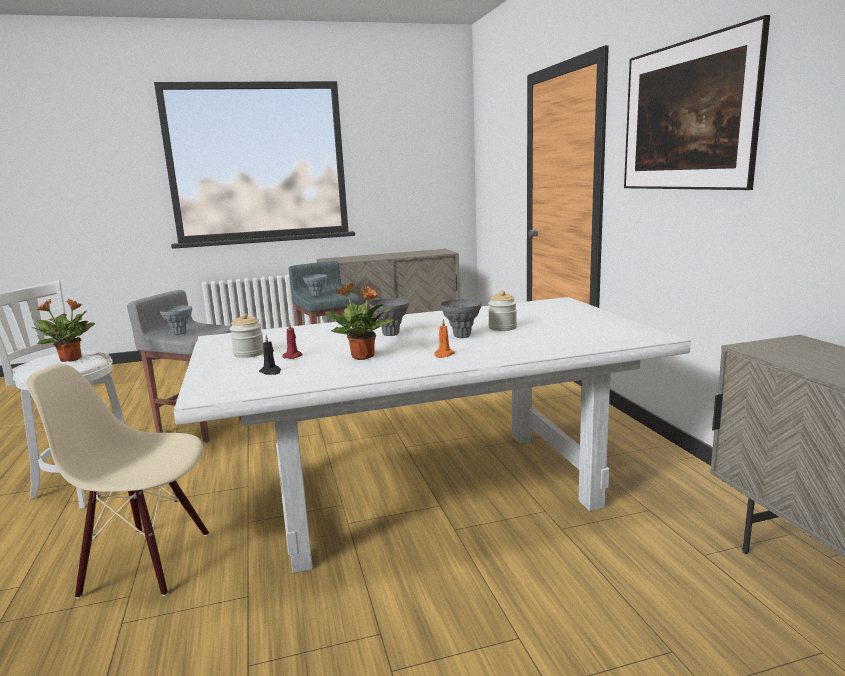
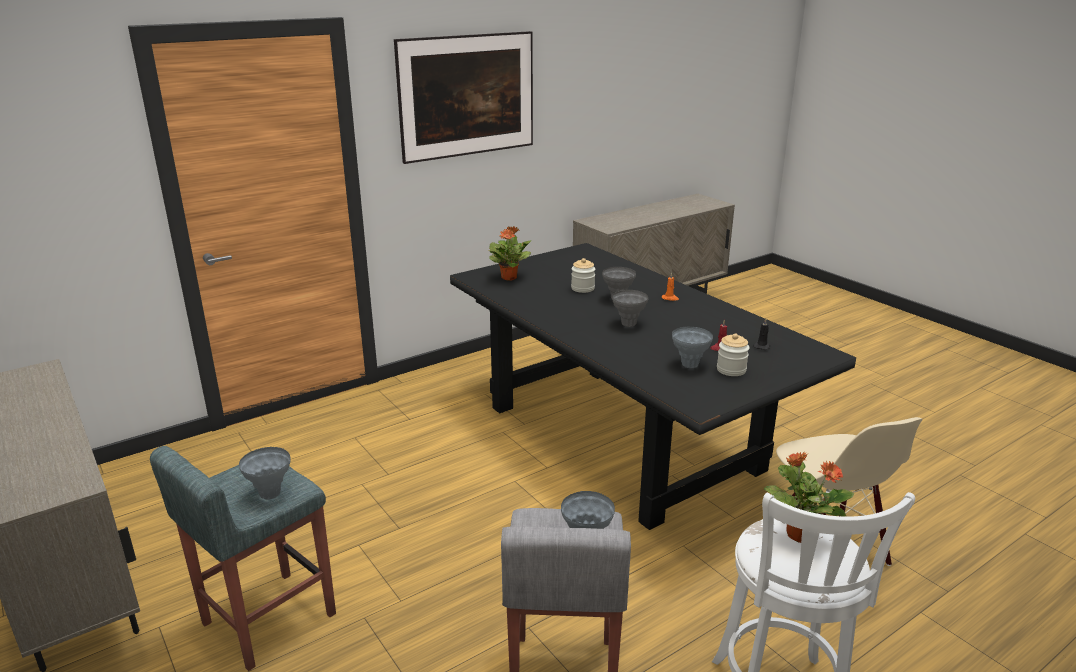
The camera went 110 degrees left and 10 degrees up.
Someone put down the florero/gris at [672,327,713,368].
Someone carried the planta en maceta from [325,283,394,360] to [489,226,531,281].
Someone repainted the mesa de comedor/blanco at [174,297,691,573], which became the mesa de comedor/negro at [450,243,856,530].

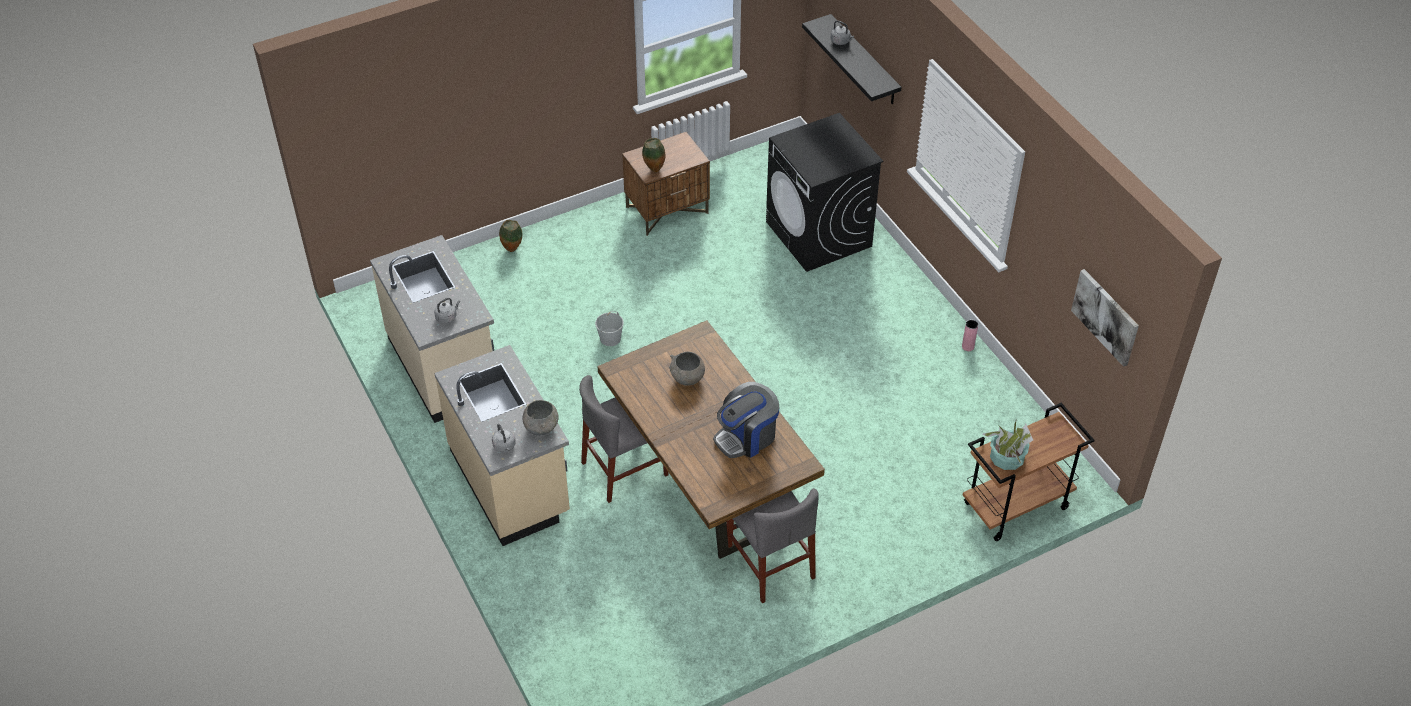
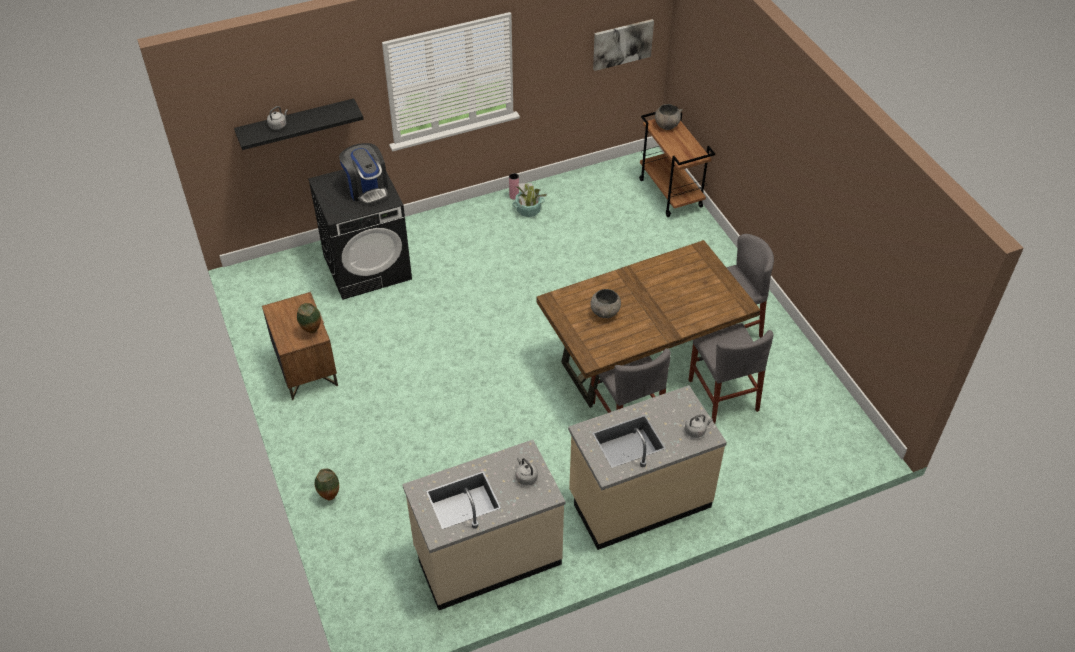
The camera went 85 degrees left and 0 degrees up.
Someone took away the cubo/blanco at [595,311,624,346].
Someone put down the silla/gris at [689,323,773,424].
Someone carried the cuenco/gris from [523,400,559,436] to [655,104,682,130].
Someone carried the cafetera from [713,382,779,458] to [339,143,388,205].
Someone carried the planta en maceta from [983,421,1033,470] to [512,183,548,217].

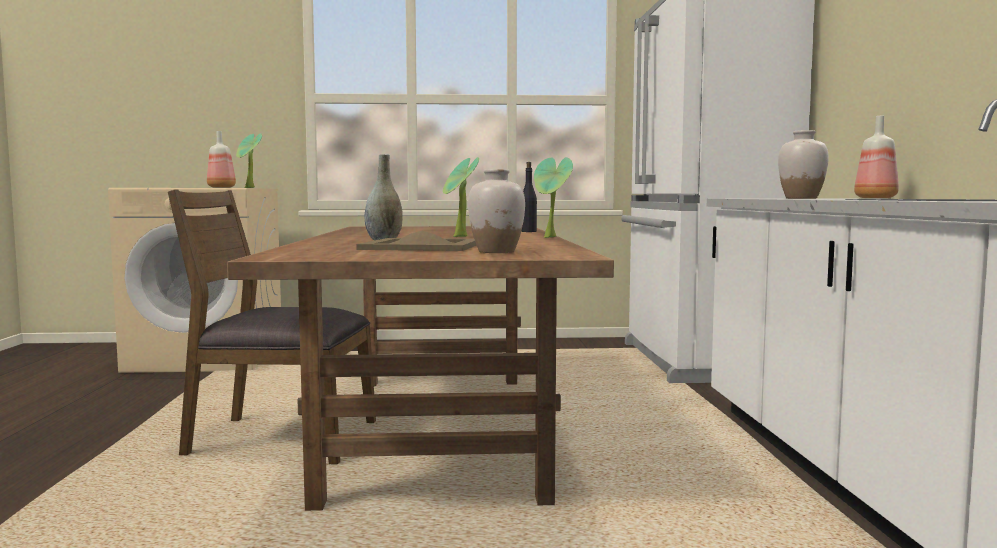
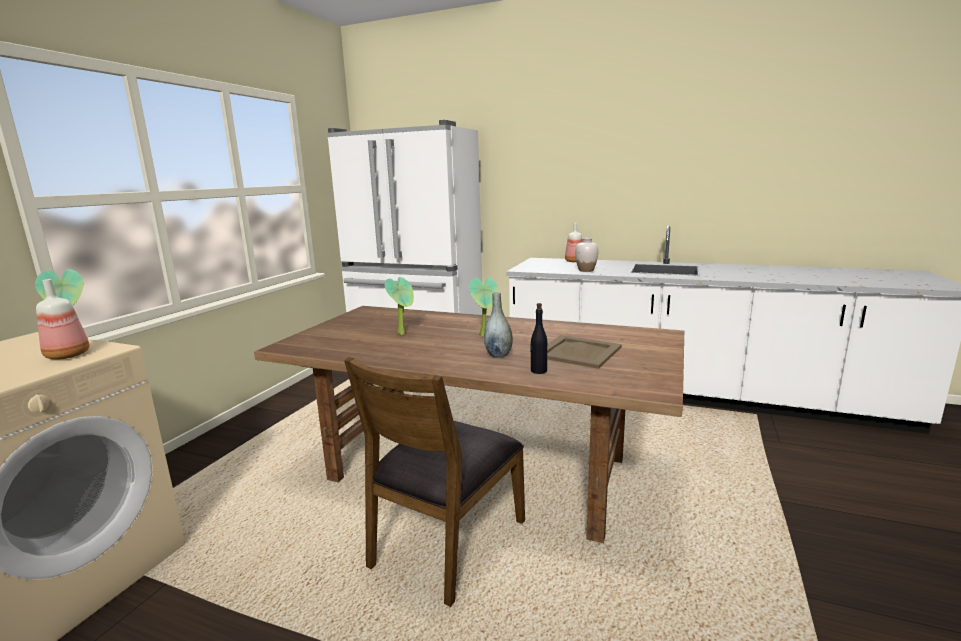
The camera went 65 degrees left and 10 degrees up.
Someone took away the florero/blanco at [468,169,525,253].
Someone carried the botella/negro from [521,162,537,232] to [530,303,547,374].
Someone carried the planta en maceta from [534,157,573,238] to [384,277,414,335].

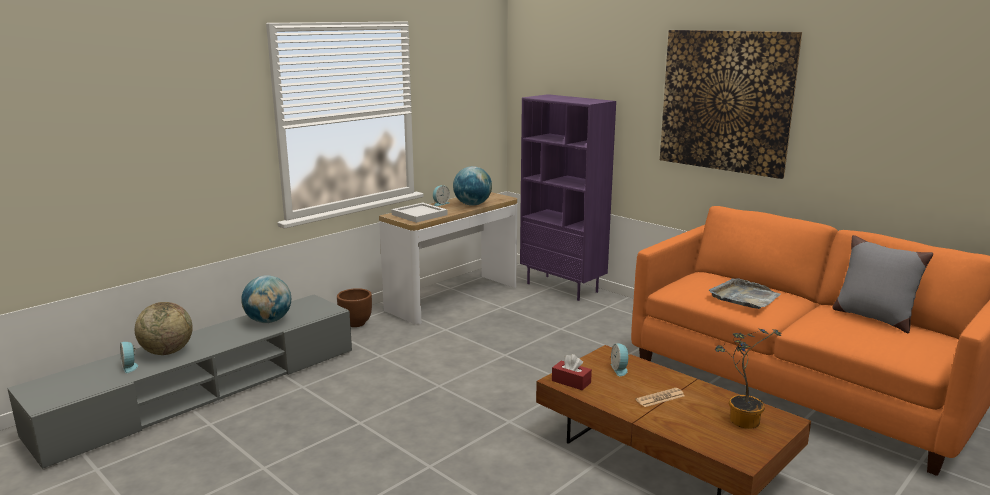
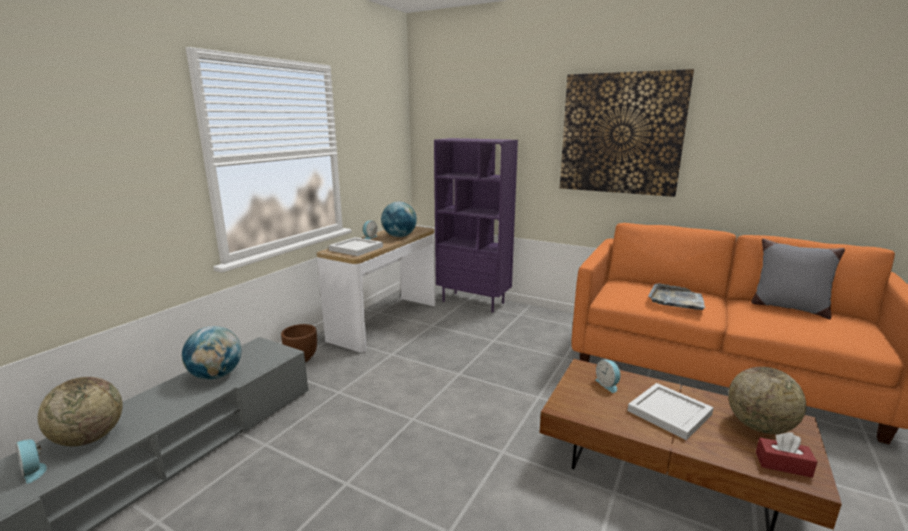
The camera went 15 degrees left and 0 degrees up.
Someone carried the caja de pañuelos/rojo from [552,354,592,390] to [756,432,817,478].
Someone swapped the periódico at [636,388,685,407] for the bandeja/blanco at [627,383,714,440].
Someone swapped the planta en maceta at [715,329,782,429] for the globo terráqueo at [728,367,806,434].

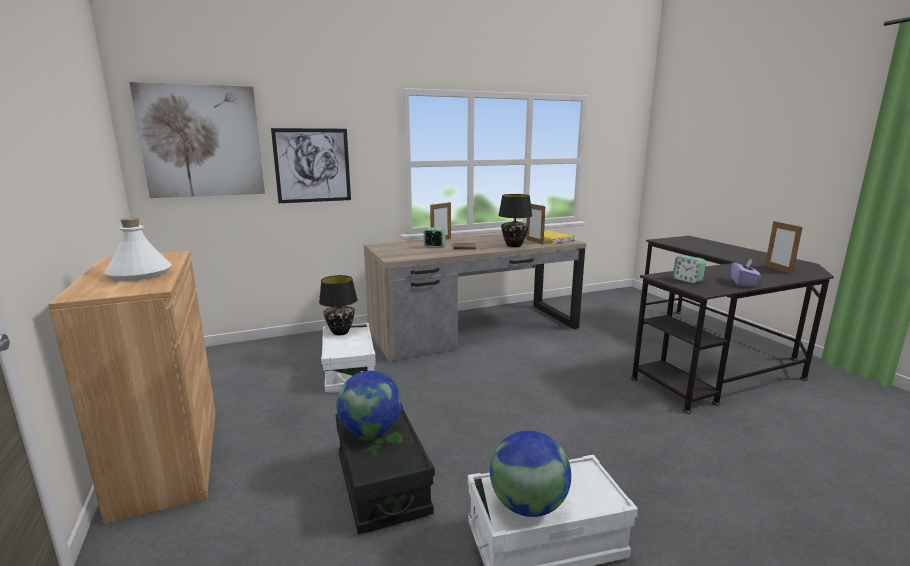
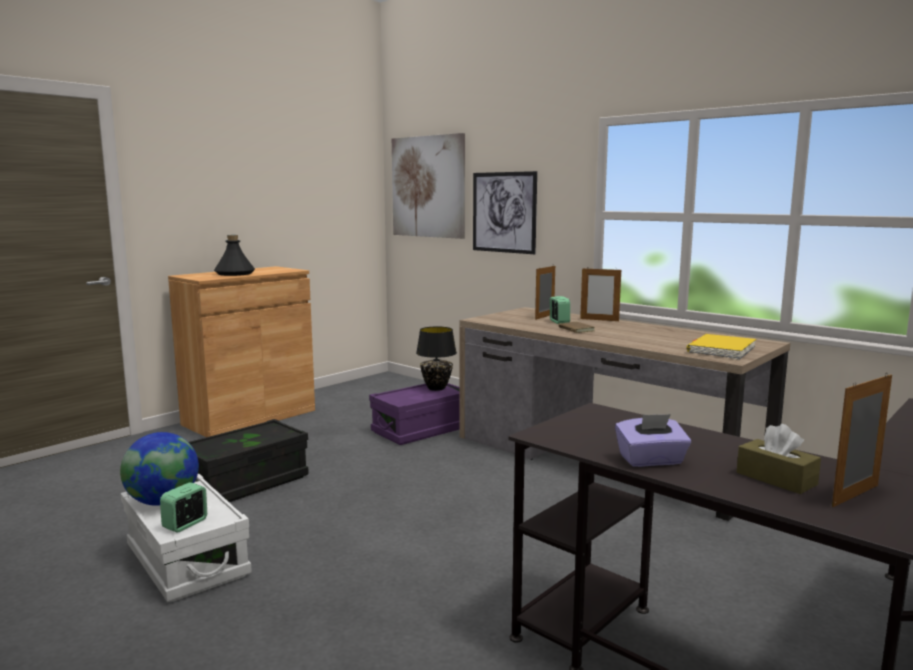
The camera went 65 degrees right and 5 degrees down.
Someone took away the globo terráqueo at [336,371,402,437].
Someone took away the lámpara de mesa/negro at [498,194,532,247].
Someone put down the caja de pañuelos/marrón at [737,424,821,494].
Someone carried the portarretratos from [526,204,545,244] to [535,266,555,320].
Someone carried the despertador from [673,255,706,283] to [160,482,207,532].
Someone repainted the botella/blanco at [105,218,172,281], which became the botella/negro at [214,235,255,276].
Someone repainted the caja de almacenaje/blanco at [321,323,376,393], which became the caja de almacenaje/morado at [369,383,459,445].

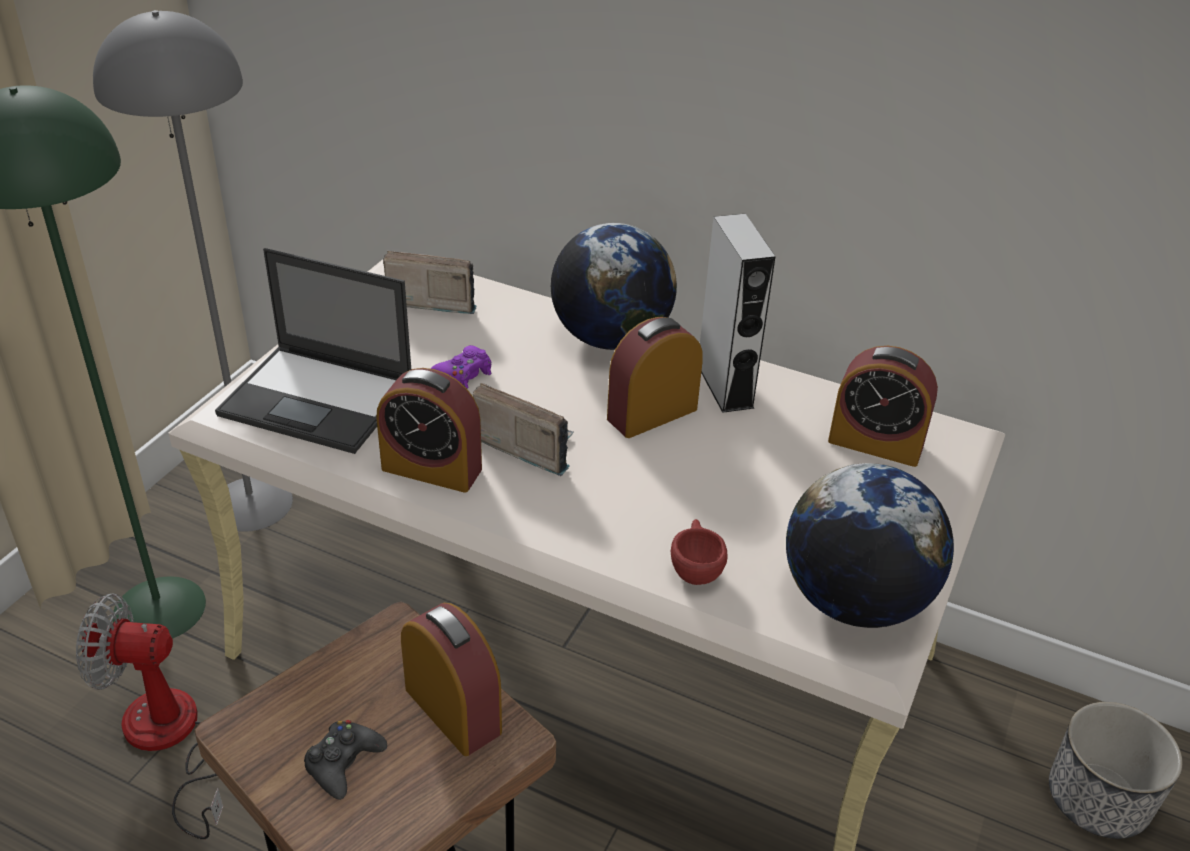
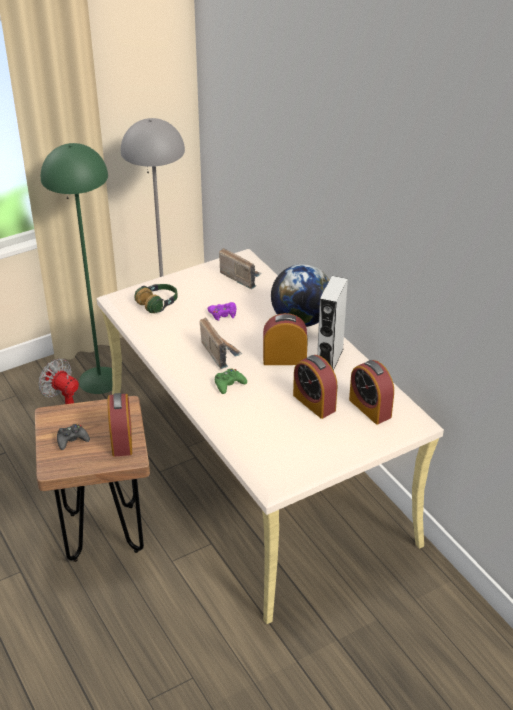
The camera went 35 degrees right and 0 degrees up.
Someone took away the taza/rojo at [671,519,728,585].
Someone took away the globo terráqueo at [786,463,954,628].
Someone took away the maceta at [1049,702,1183,839].
Someone put down the mando de consola/verde at [215,368,247,394].
Someone carried the despertador from [376,368,482,493] to [293,355,337,419].
Someone swapped the portátil at [215,248,411,454] for the auriculares at [134,284,178,313].

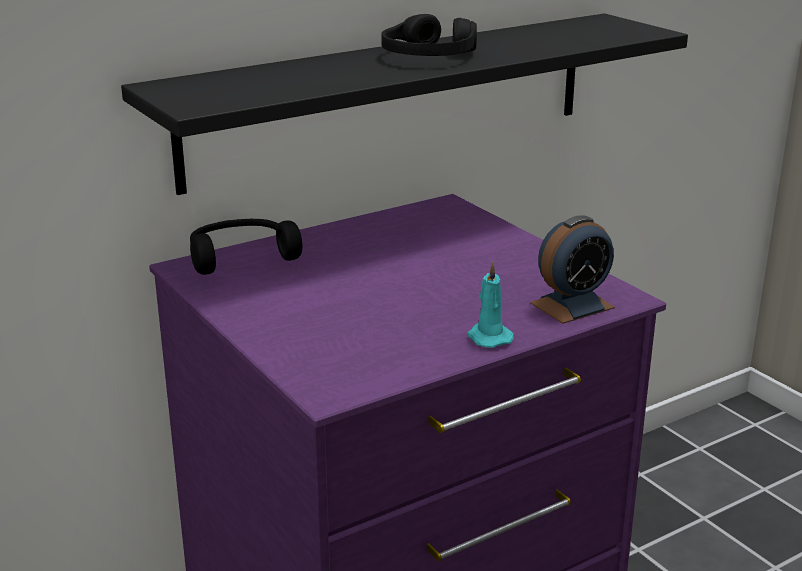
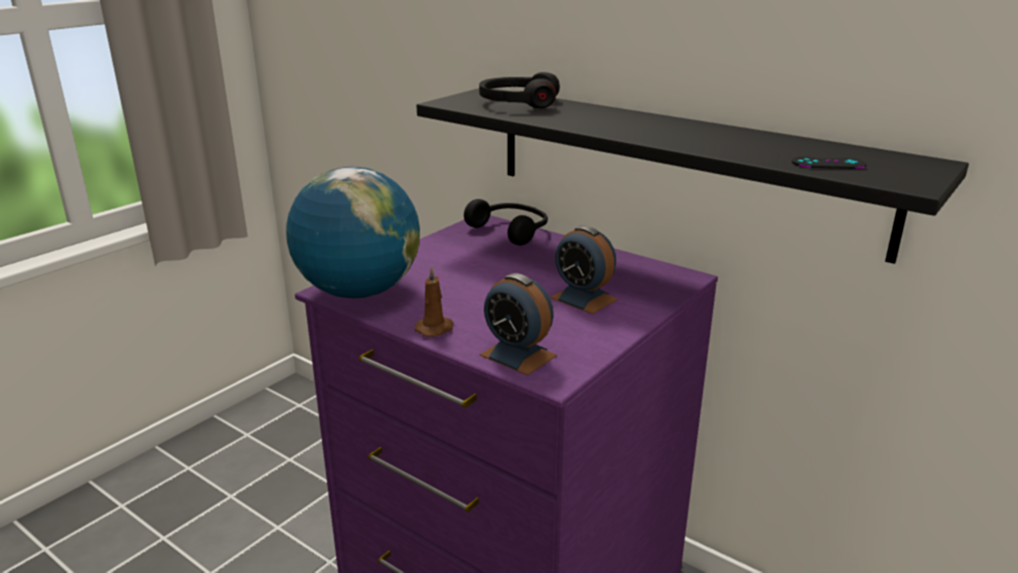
The camera went 70 degrees right and 0 degrees up.
Someone put down the globo terráqueo at [286,167,420,298].
Someone put down the despertador at [550,225,618,314].
Someone put down the mando de consola/negro at [792,157,867,169].
Someone carried the auriculares/negro from [381,14,477,56] to [479,72,560,108].
Someone repainted the vela/turquesa at [467,261,514,348], which became the vela/marrón at [415,266,454,337].

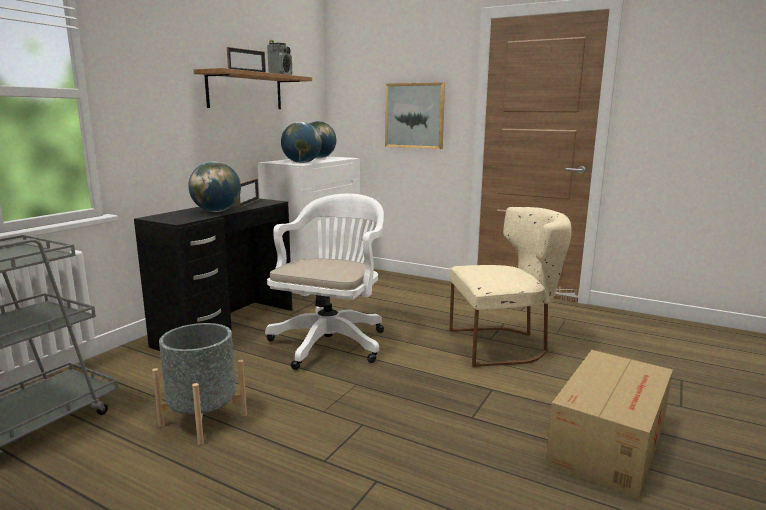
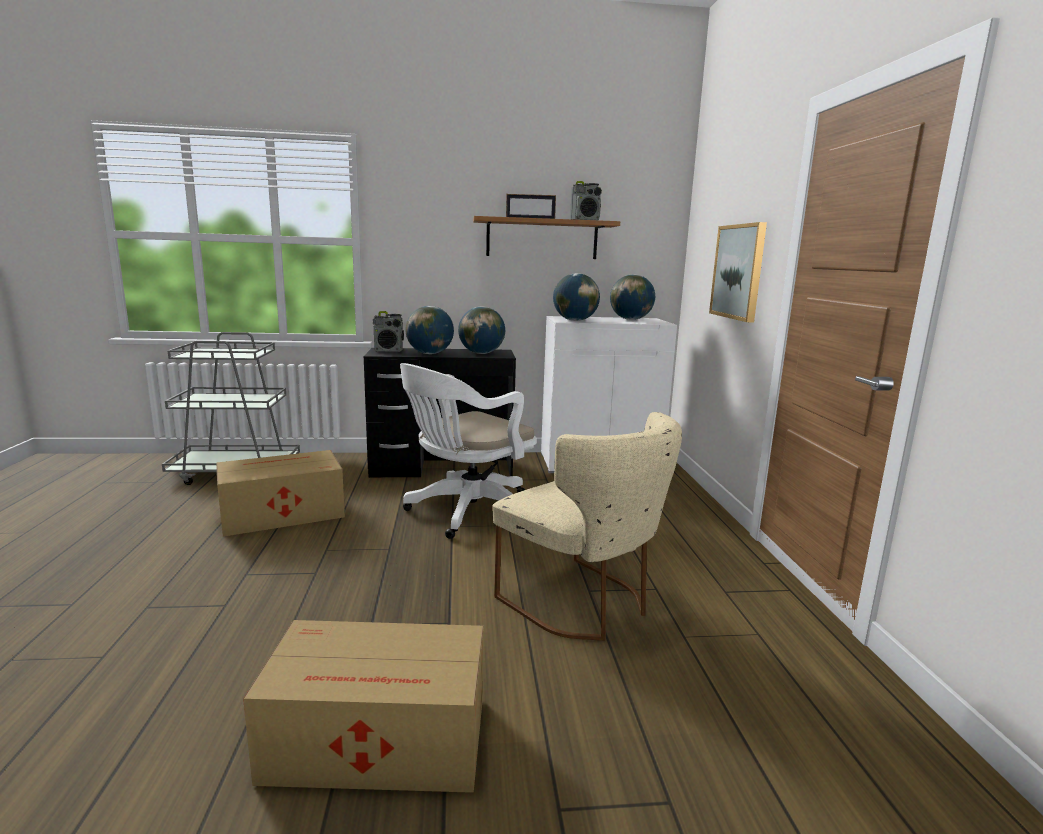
The camera went 55 degrees right and 0 degrees up.
Someone put down the radio at [373,311,404,352].
Someone swapped the maceta/gris at [152,323,247,445] for the caja de cartón at [216,450,345,537].
Someone swapped the portarretratos at [238,178,259,208] for the globo terráqueo at [458,306,505,354].
Someone rotated the silla de oficina/blanco at [265,194,384,370] by 150 degrees clockwise.

